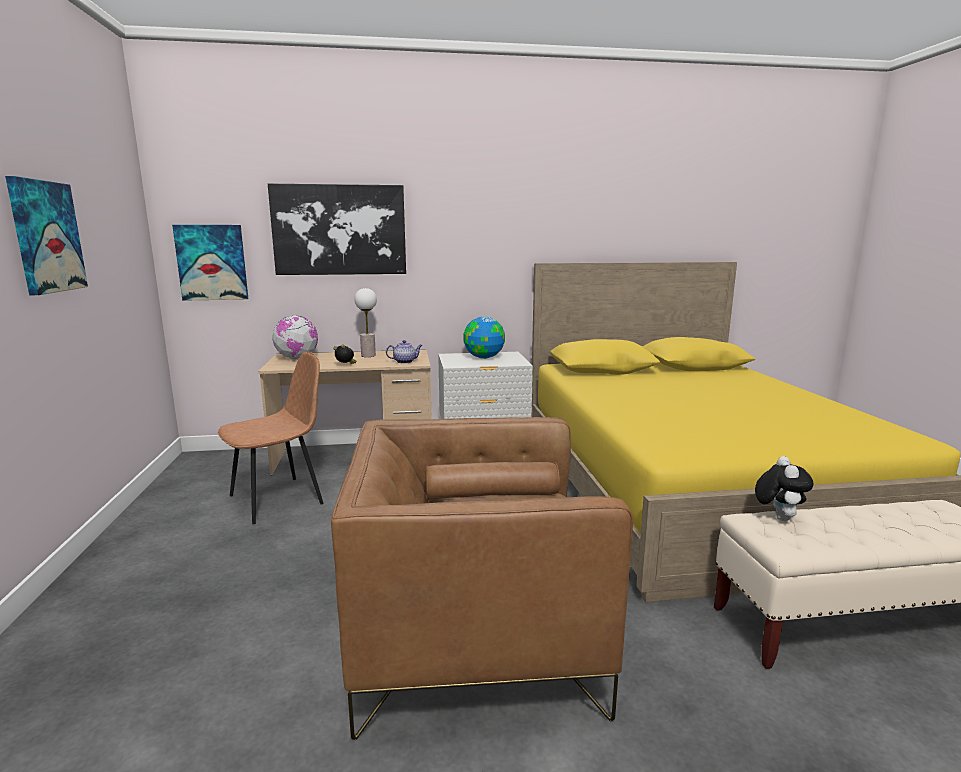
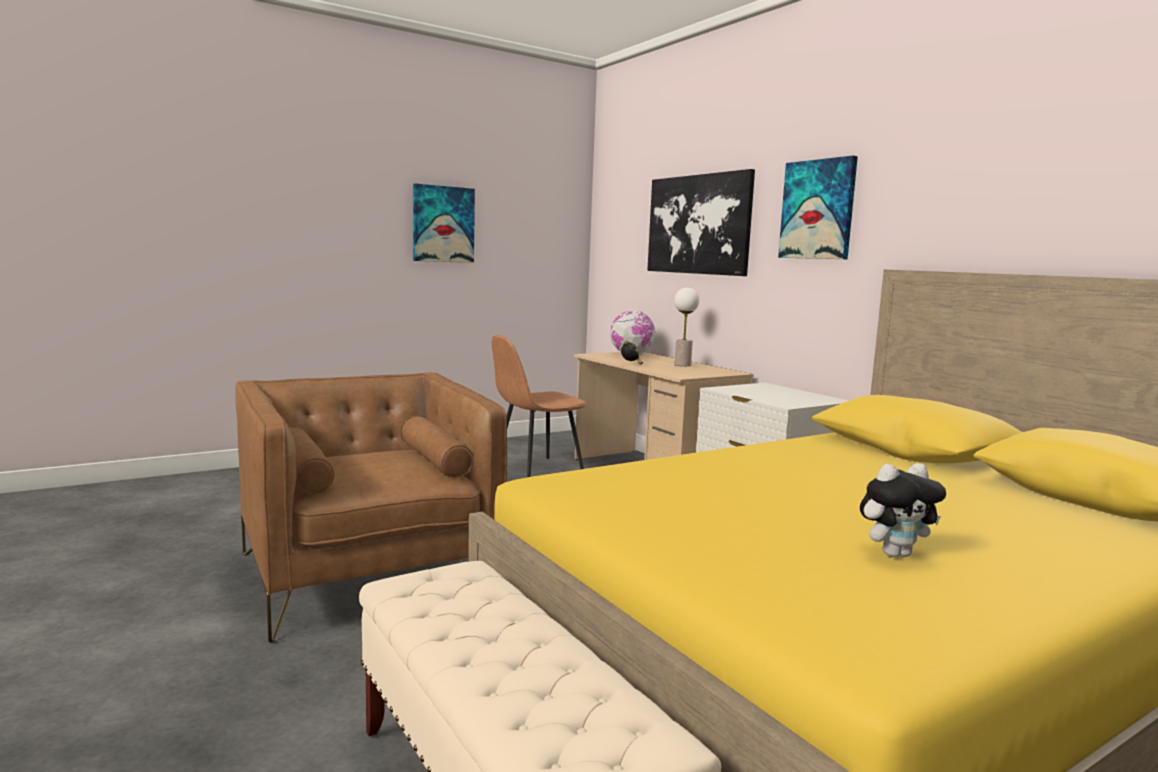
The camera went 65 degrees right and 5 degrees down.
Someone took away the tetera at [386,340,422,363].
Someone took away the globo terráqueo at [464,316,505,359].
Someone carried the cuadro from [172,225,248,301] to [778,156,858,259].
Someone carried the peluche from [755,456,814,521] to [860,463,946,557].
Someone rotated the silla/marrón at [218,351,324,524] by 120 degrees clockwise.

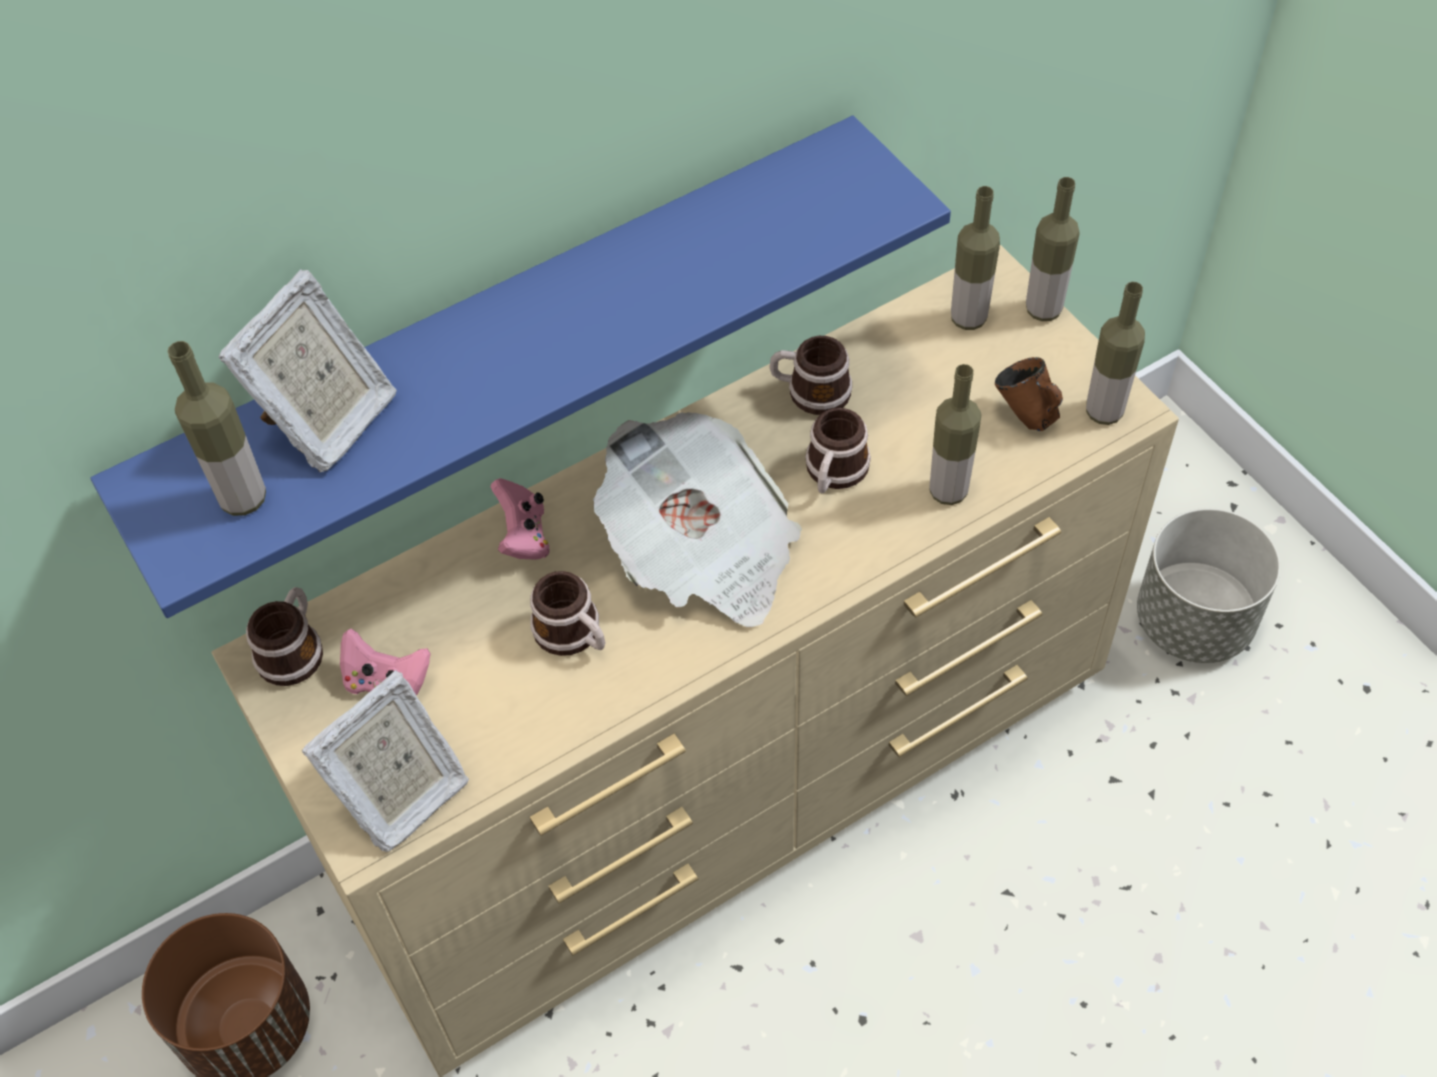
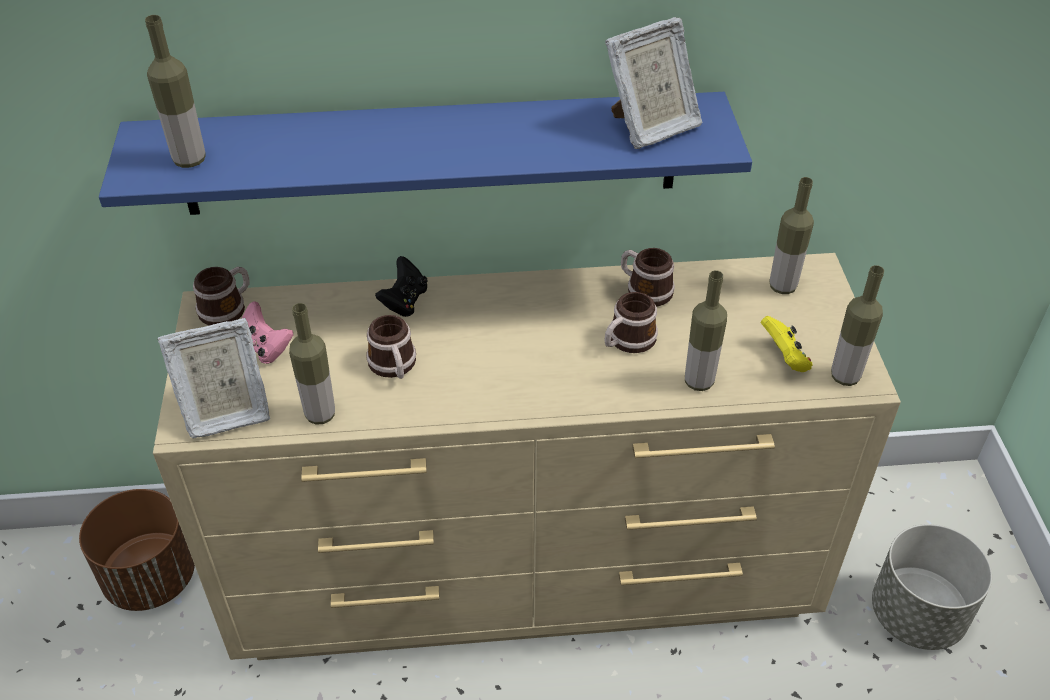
The camera went 25 degrees right and 10 degrees down.
Someone took away the periódico at [593,412,802,628].
Someone carried the portarretratos from [218,269,397,472] to [605,17,703,149].
Someone carried the botella from [1026,177,1080,321] to [289,303,335,425].
Someone swapped the taza grande/marrón at [995,357,1063,431] for the mando de consola/amarillo at [760,316,812,372].
Someone repainted the mando de consola/rosa at [491,478,550,560], which became the mando de consola/negro at [375,256,428,317].

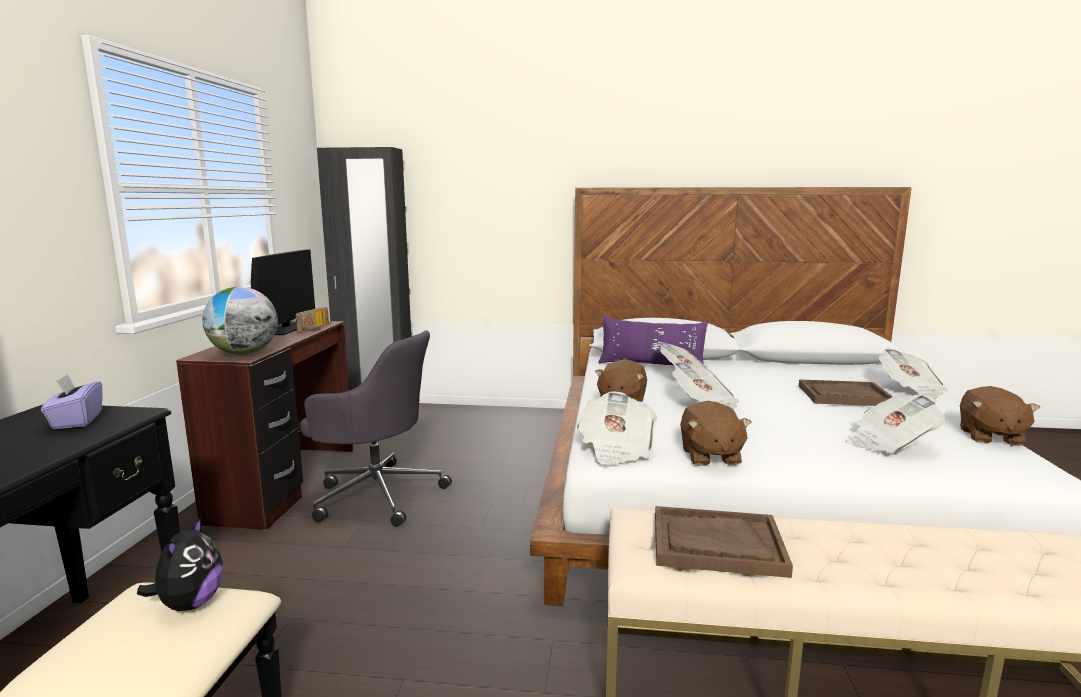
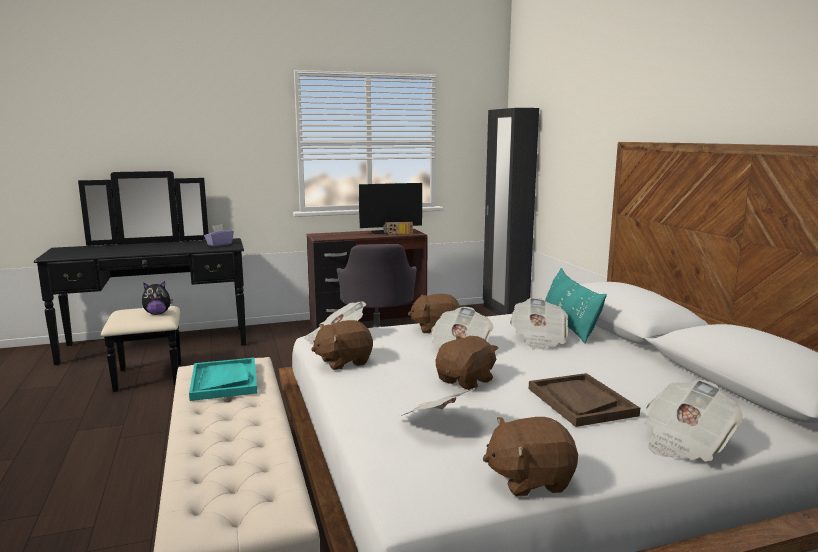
The camera went 65 degrees right and 0 degrees up.
Someone took away the globo terráqueo at [202,287,278,355].
Someone put down the peluche/marrón at [436,336,499,390].
Someone repainted the cojín/morado at [598,315,708,365], which became the cojín/turquesa at [545,268,607,344].
Someone repainted the bandeja/marrón at [655,506,793,578], which became the bandeja/turquesa at [189,357,257,401].

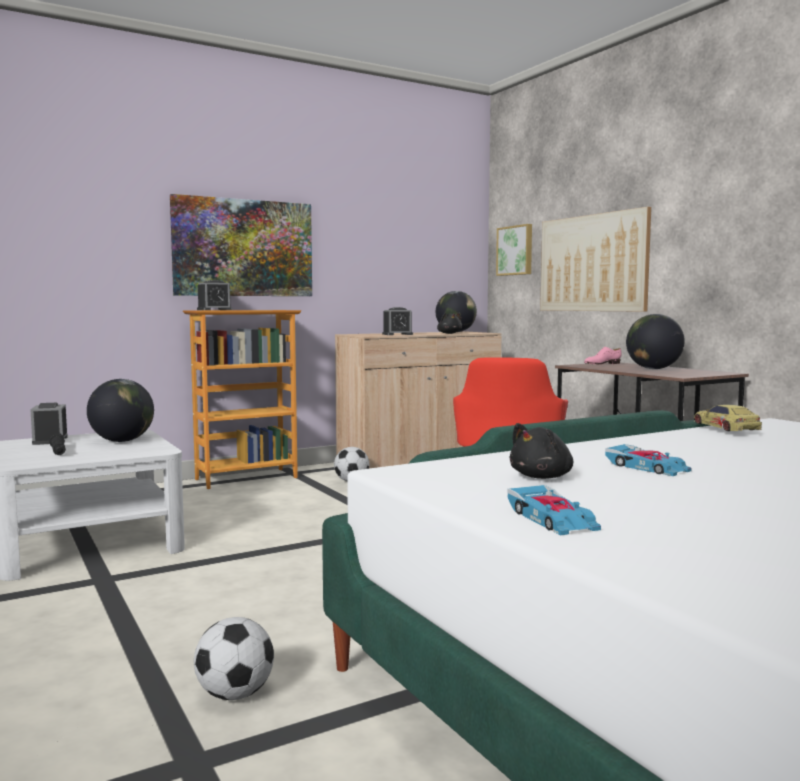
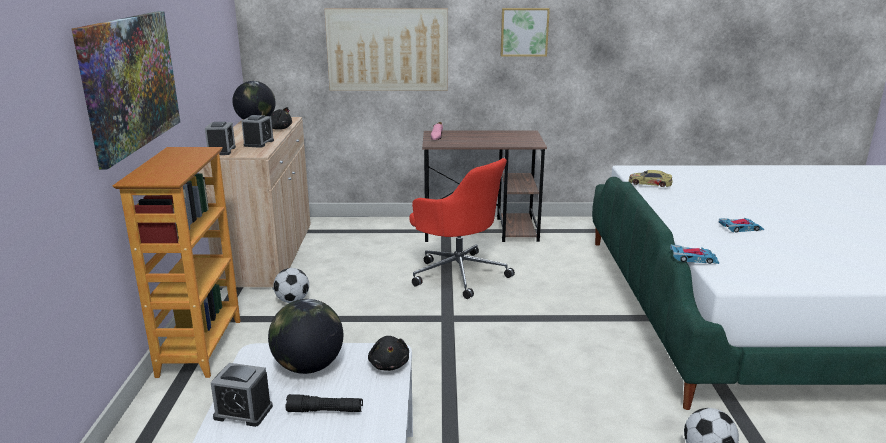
The camera went 60 degrees left and 15 degrees up.
Someone took away the globo terráqueo at [626,314,685,369].
Someone carried the despertador from [197,280,232,310] to [205,122,236,155].
Someone carried the cuadro from [496,224,532,276] to [501,8,550,57].
Someone carried the coche de juguete from [507,485,601,535] to [670,245,719,264].
Someone carried the peluche/negro from [509,423,573,479] to [368,336,409,371].

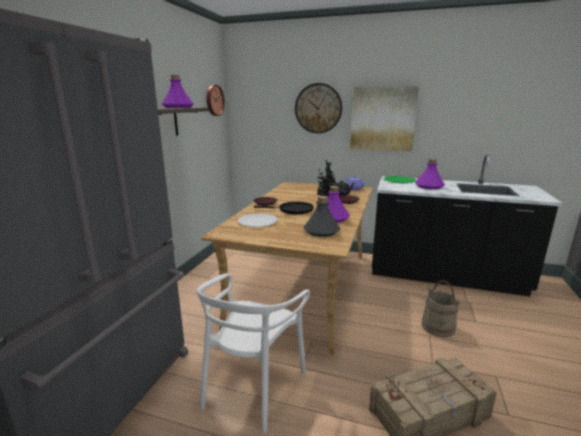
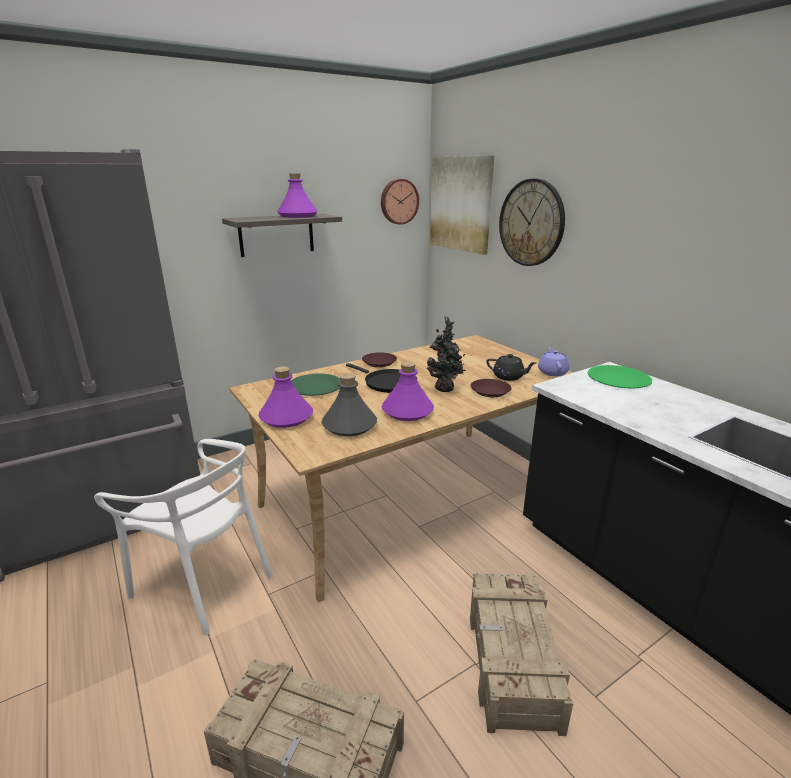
The camera went 40 degrees right and 5 degrees up.
Someone carried the cuadro from [350,86,419,151] to [430,155,494,255].
Someone carried the botella/morado from [415,159,445,189] to [258,366,313,428].
Someone swapped the cubo/beis at [422,280,460,337] for the caja de embalaje at [470,573,573,736].
Someone repainted the plato/blanco at [238,214,278,227], which became the plato/verde at [291,373,341,396].
Someone rotated the silla/blanco at [197,274,310,433] by 120 degrees counterclockwise.

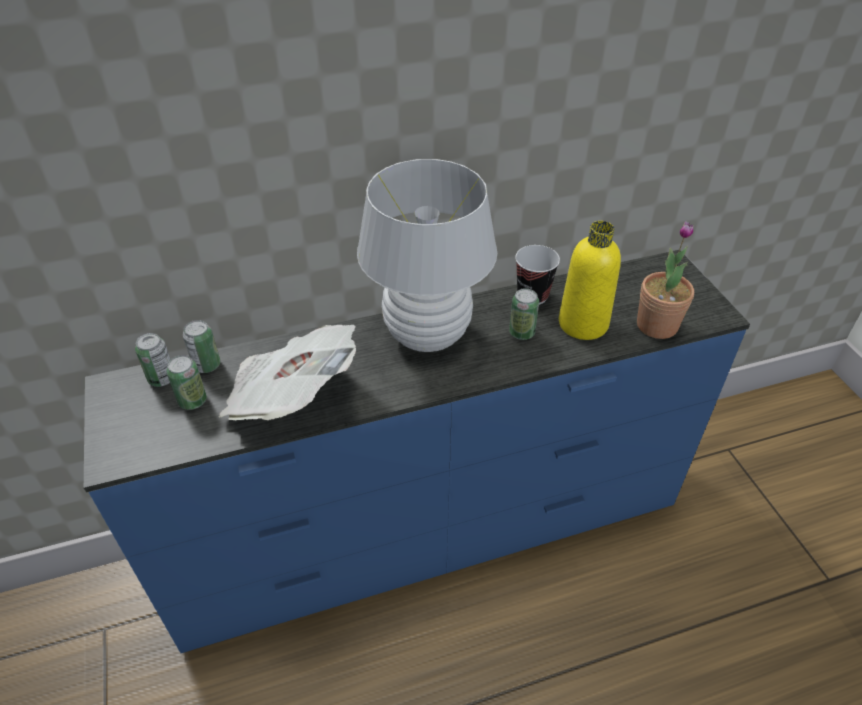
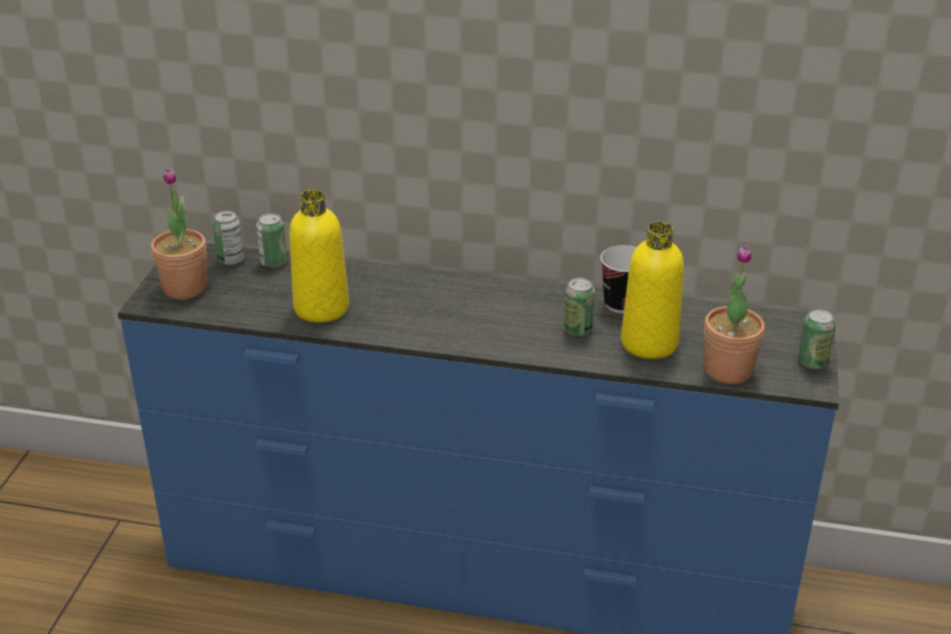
The camera went 30 degrees right and 10 degrees down.
Someone took away the lámpara de mesa/blanco at [357,159,497,352].
Someone put down the planta en maceta at [151,168,207,299].
Someone carried the lata from [166,355,207,410] to [798,308,836,369].
Someone swapped the periódico at [219,325,356,420] for the botella/amarillo at [289,190,349,323].

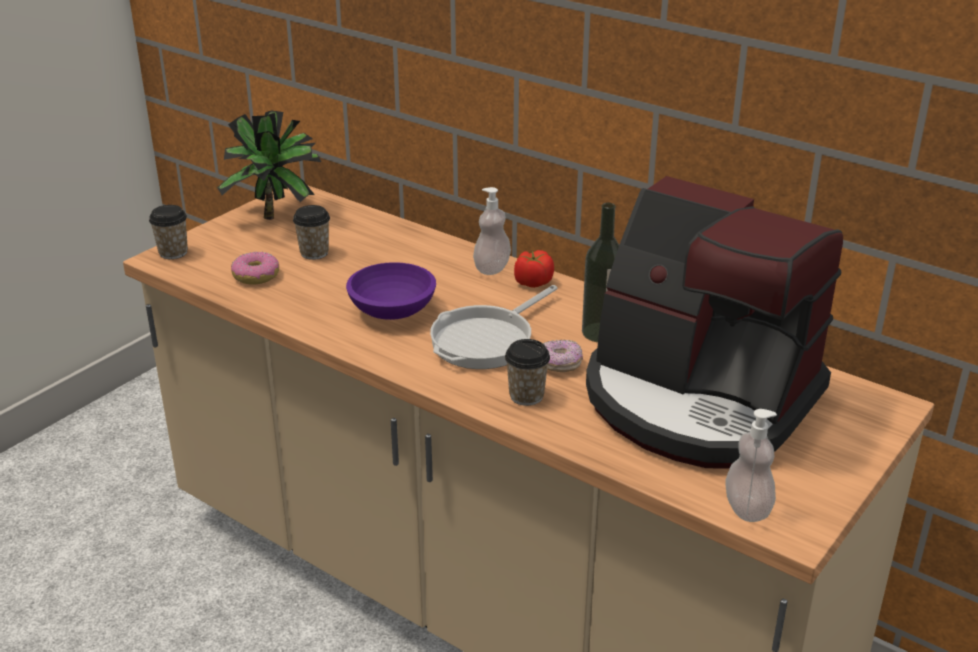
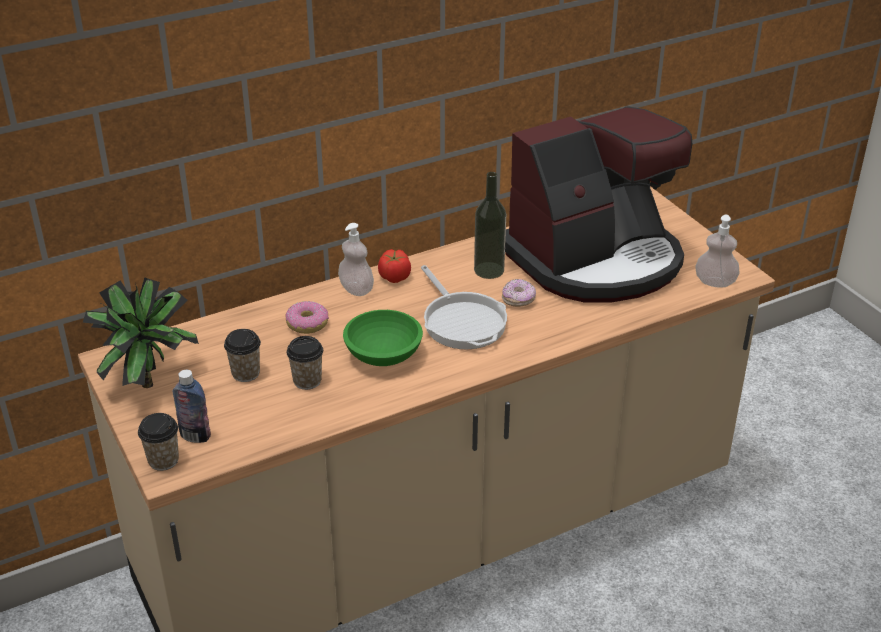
The camera went 65 degrees left and 5 degrees up.
Someone put down the botella at [173,370,211,443].
Someone carried the rosquilla from [231,251,279,284] to [285,301,329,334].
Someone carried the taza from [505,339,550,406] to [287,336,323,390].
Someone repainted the cuenco/morado at [346,262,436,320], which became the cuenco/verde at [343,310,423,366].

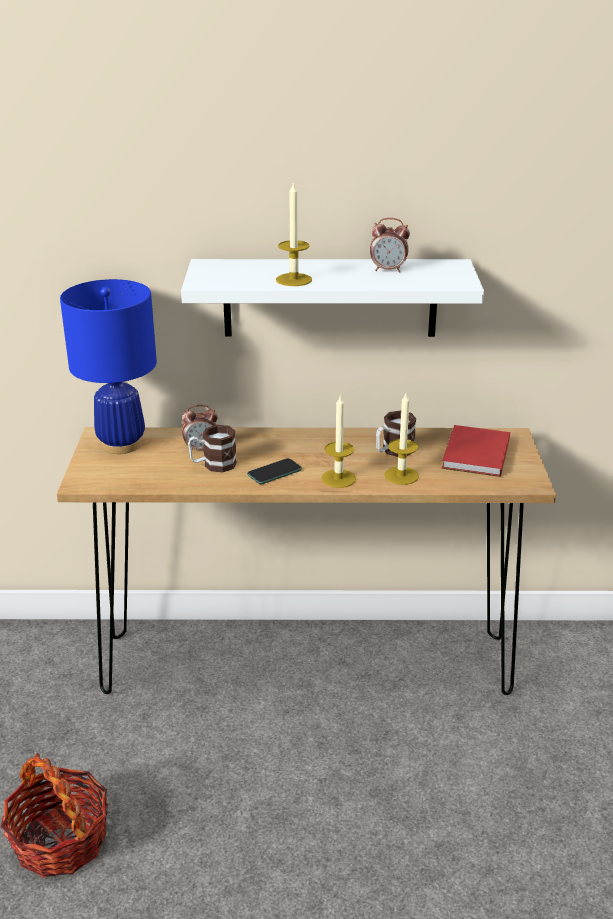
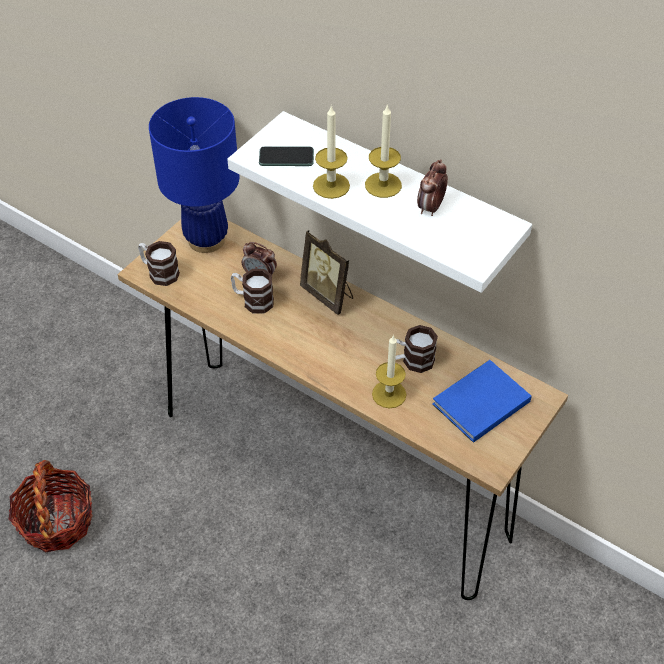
The camera went 35 degrees right and 20 degrees up.
Someone put down the taza grande at [138,241,180,286].
Someone put down the portarretratos at [300,230,353,315].
Someone carried the móvil from [247,458,302,484] to [259,147,314,166].
Someone carried the vela from [321,394,356,488] to [365,104,402,198].
Someone repainted the libro/rojo at [442,425,510,477], which became the libro/azul at [432,360,532,443].
Someone rotated the despertador at [370,218,410,273] by 75 degrees clockwise.

